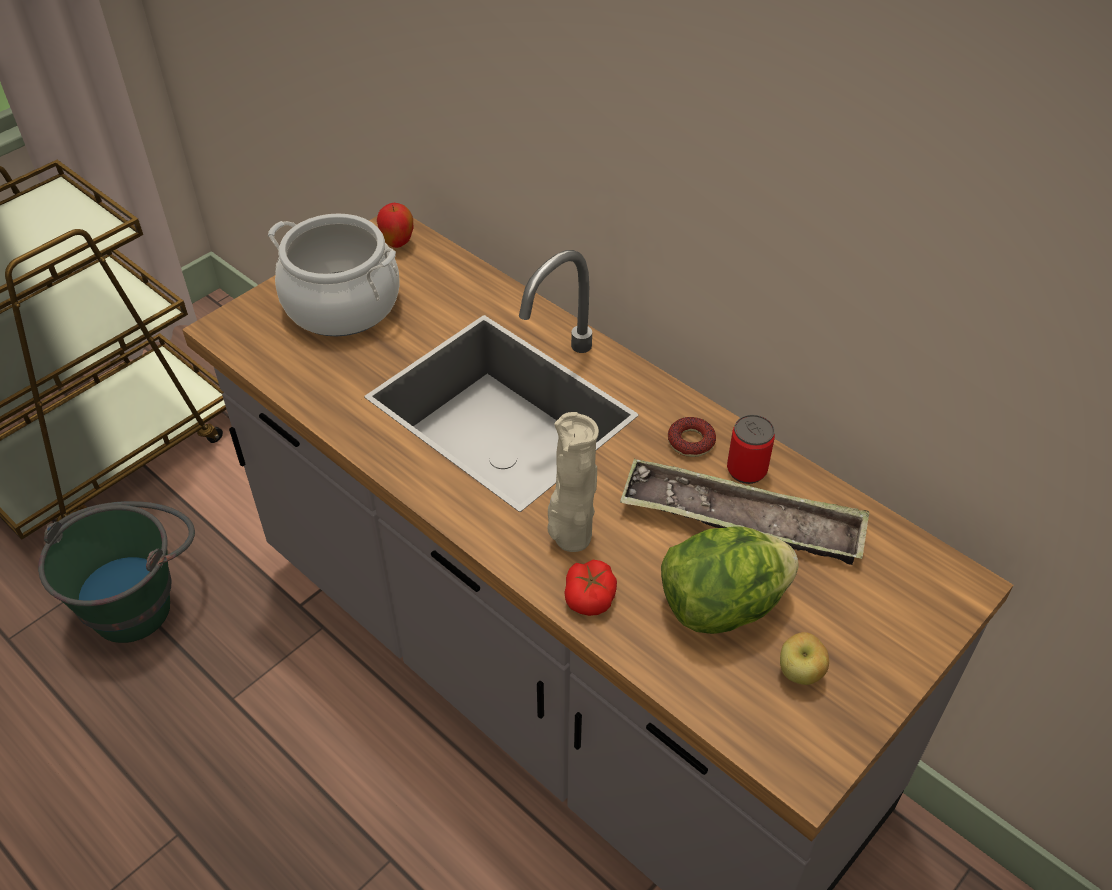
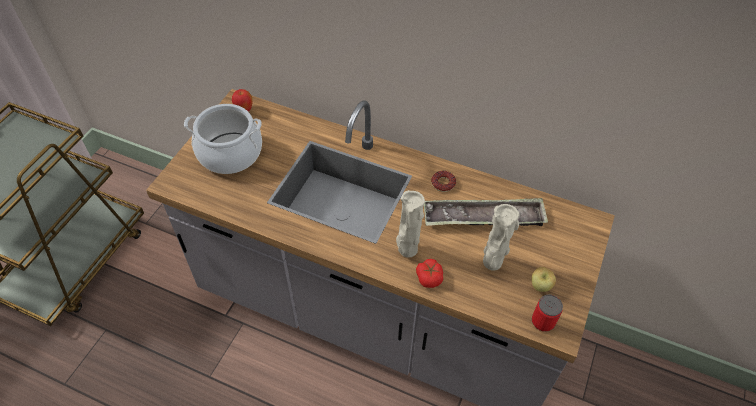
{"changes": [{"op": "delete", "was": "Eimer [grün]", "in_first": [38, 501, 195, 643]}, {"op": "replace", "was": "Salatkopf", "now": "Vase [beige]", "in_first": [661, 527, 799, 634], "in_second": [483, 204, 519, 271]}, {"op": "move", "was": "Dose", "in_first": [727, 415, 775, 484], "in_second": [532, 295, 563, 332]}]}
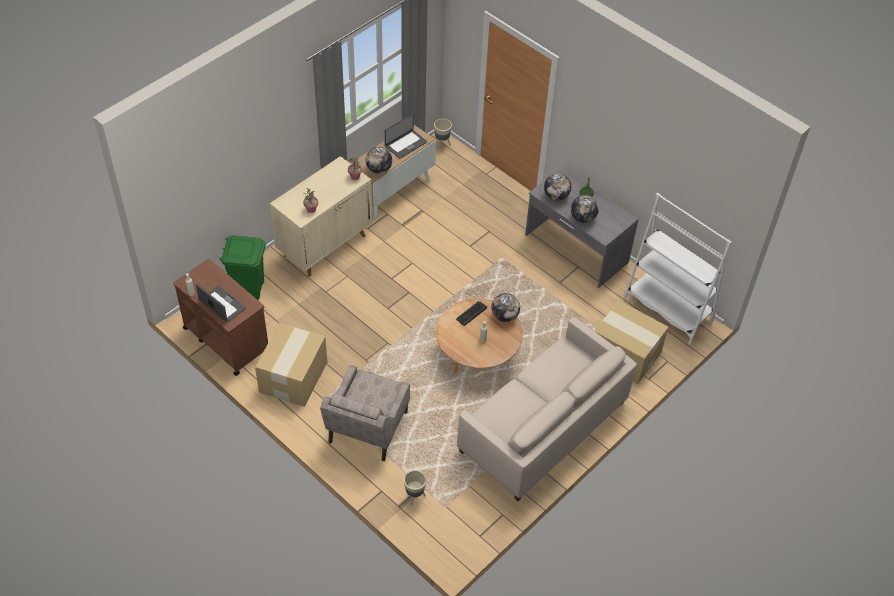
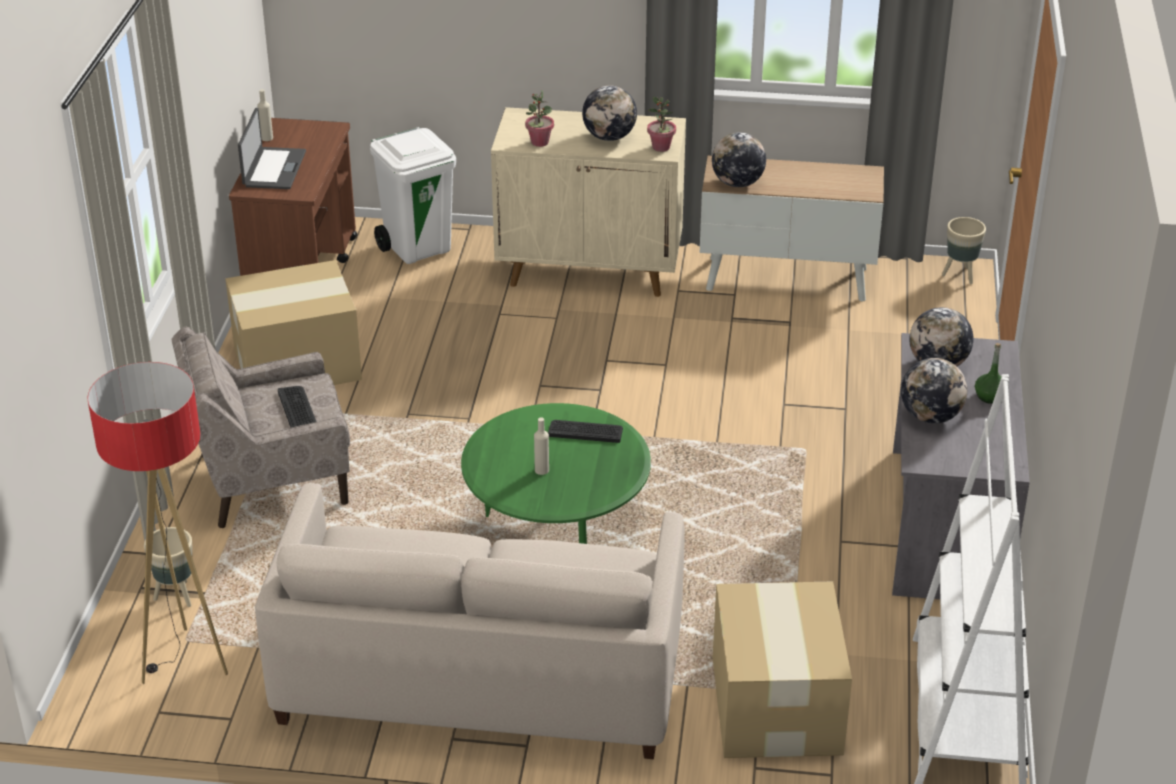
{"changes": [{"op": "recolor", "was": "Mülleimer [grün]", "now": "Mülleimer [weiß]", "in_first": [219, 235, 266, 300], "in_second": [370, 127, 456, 264]}, {"op": "delete", "was": "Laptop", "in_first": [385, 114, 427, 159]}, {"op": "recolor", "was": "Couchtisch [braun]", "now": "Couchtisch [grün]", "in_first": [436, 298, 523, 373], "in_second": [461, 403, 651, 544]}, {"op": "move", "was": "Globus", "in_first": [491, 293, 520, 322], "in_second": [582, 85, 637, 141]}, {"op": "insert", "now": "Stehlampe", "in_second": [87, 362, 228, 684]}, {"op": "insert", "now": "Tastatur", "in_second": [278, 386, 316, 428]}]}
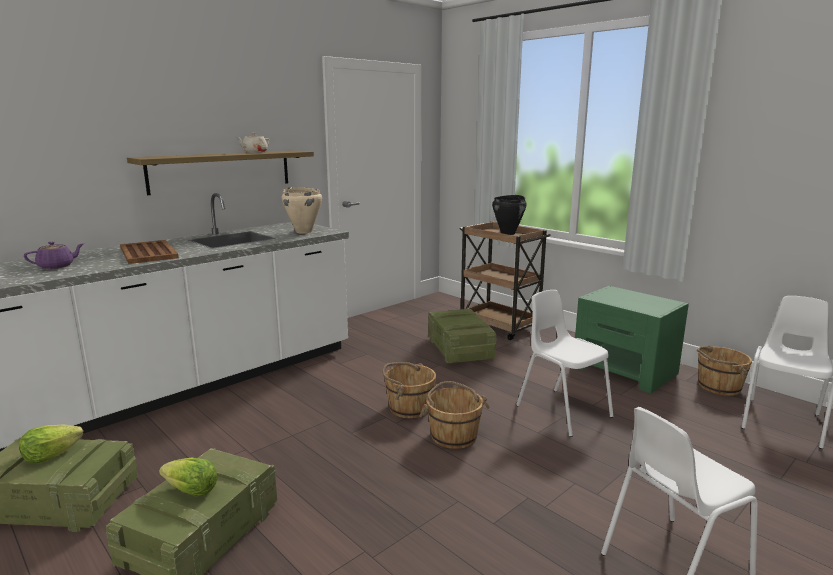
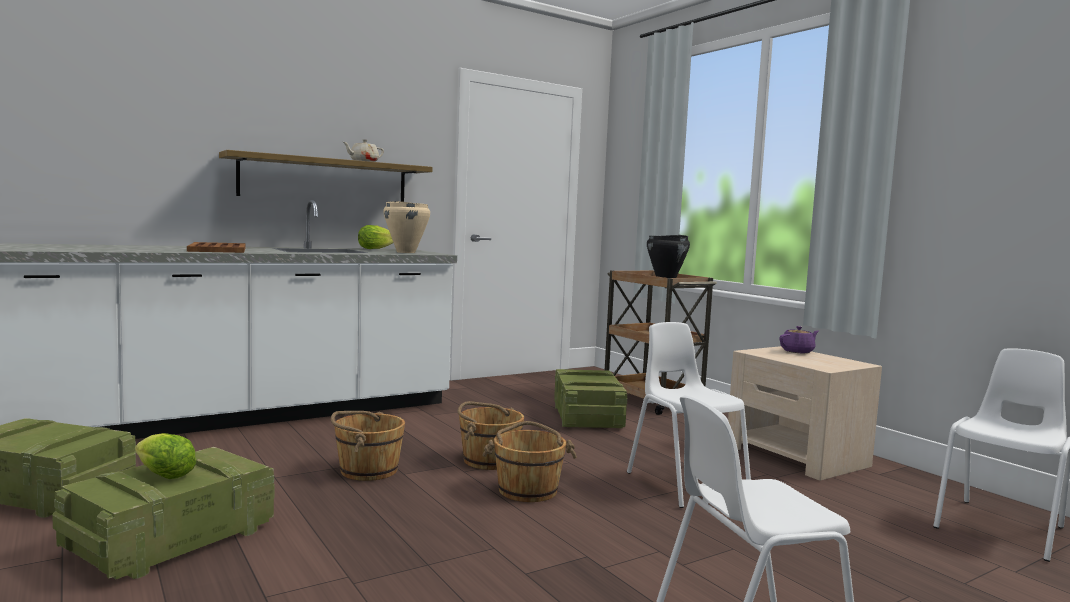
{"changes": [{"op": "move", "was": "Salatkopf", "in_first": [19, 424, 83, 463], "in_second": [358, 225, 393, 249]}, {"op": "move", "was": "Teekanne [lila]", "in_first": [24, 241, 84, 269], "in_second": [779, 326, 819, 353]}, {"op": "recolor", "was": "Nachttisch [grün]", "now": "Nachttisch [beige]", "in_first": [575, 286, 689, 393], "in_second": [728, 346, 882, 481]}, {"op": "move", "was": "Eimer [braun]", "in_first": [697, 345, 752, 396], "in_second": [331, 411, 405, 481]}]}
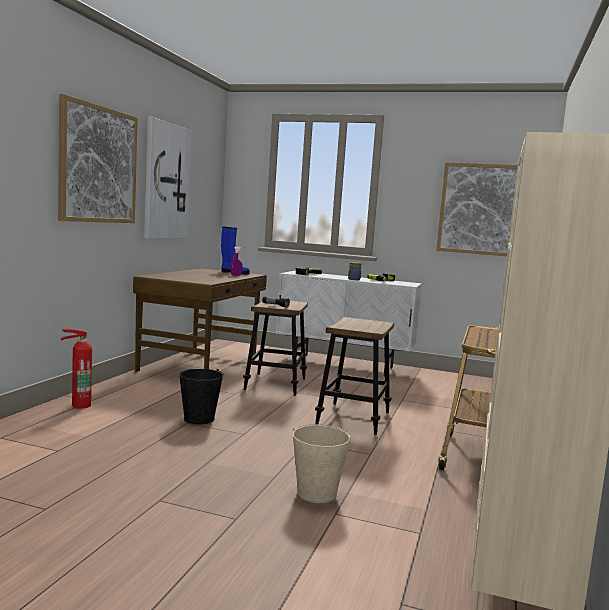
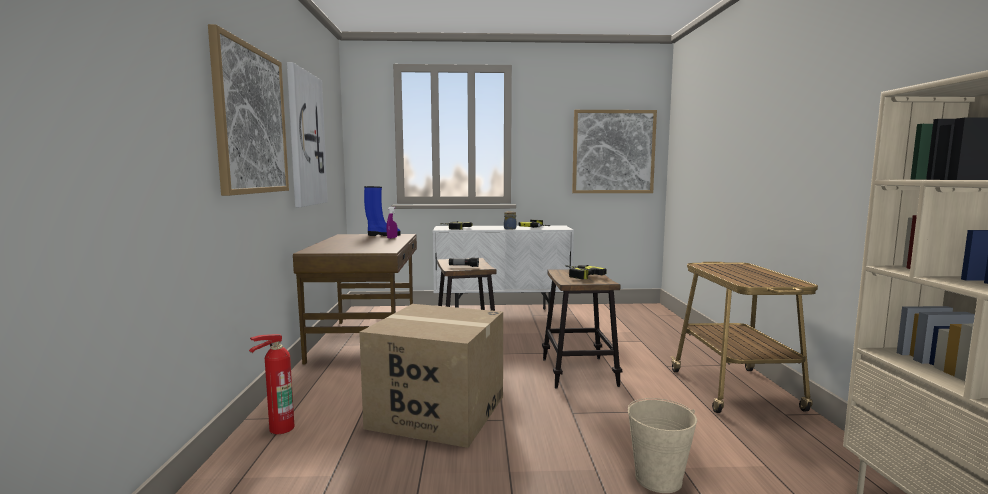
{"changes": [{"op": "replace", "was": "Eimer [schwarz]", "now": "Karton", "in_first": [179, 369, 224, 424], "in_second": [359, 304, 503, 448]}, {"op": "insert", "now": "Bohrmaschine", "in_second": [566, 265, 607, 280]}]}
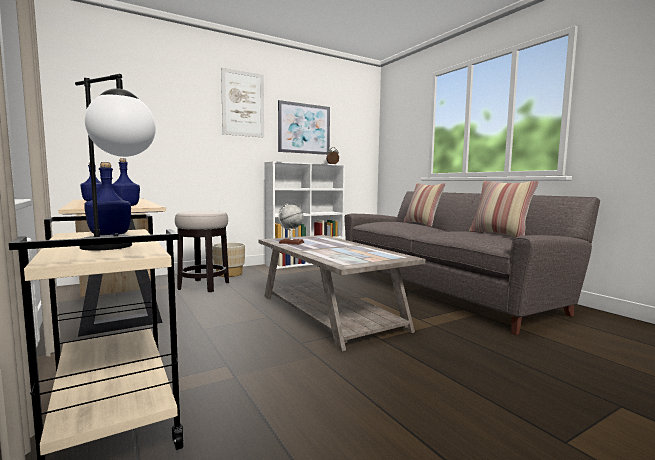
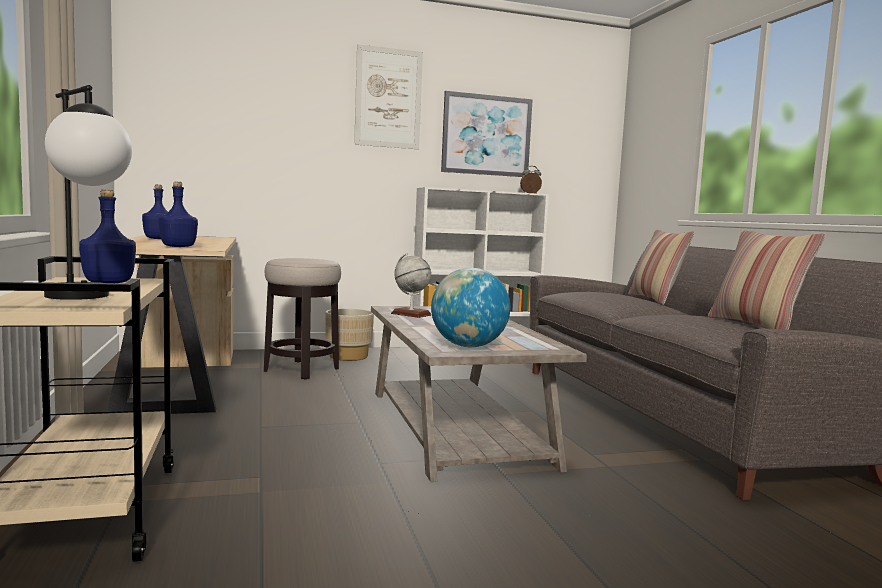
{"changes": [{"op": "insert", "now": "Globus", "in_second": [431, 268, 510, 347]}]}
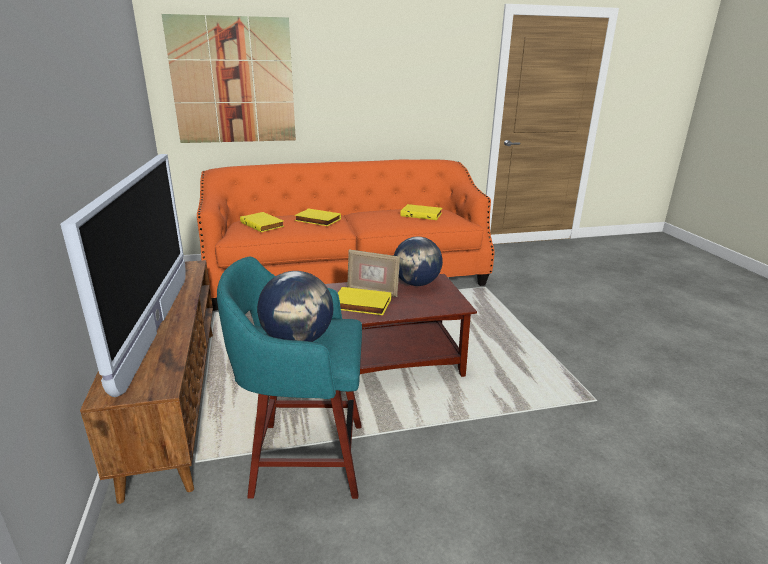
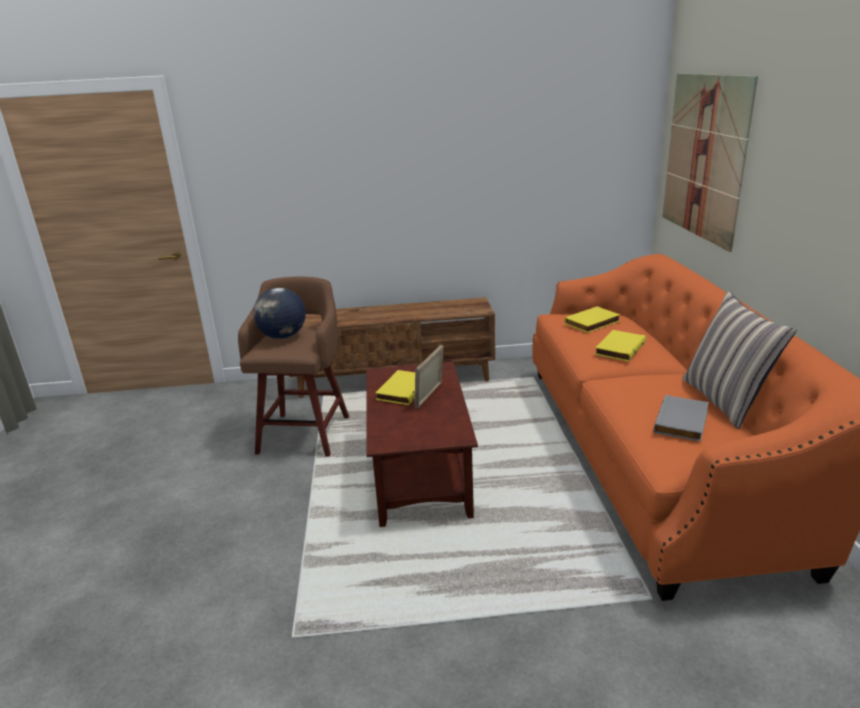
{"changes": [{"op": "delete", "was": "Fernseher", "in_first": [60, 154, 186, 397]}, {"op": "recolor", "was": "Hocker [türkis]", "now": "Hocker [braun]", "in_first": [217, 256, 362, 499], "in_second": [238, 277, 349, 457]}, {"op": "delete", "was": "Globus", "in_first": [394, 237, 443, 286]}, {"op": "recolor", "was": "Buch [gelb]", "now": "Buch [grau]", "in_first": [400, 204, 442, 220], "in_second": [654, 395, 709, 442]}, {"op": "insert", "now": "Kissen", "in_second": [682, 291, 796, 429]}]}
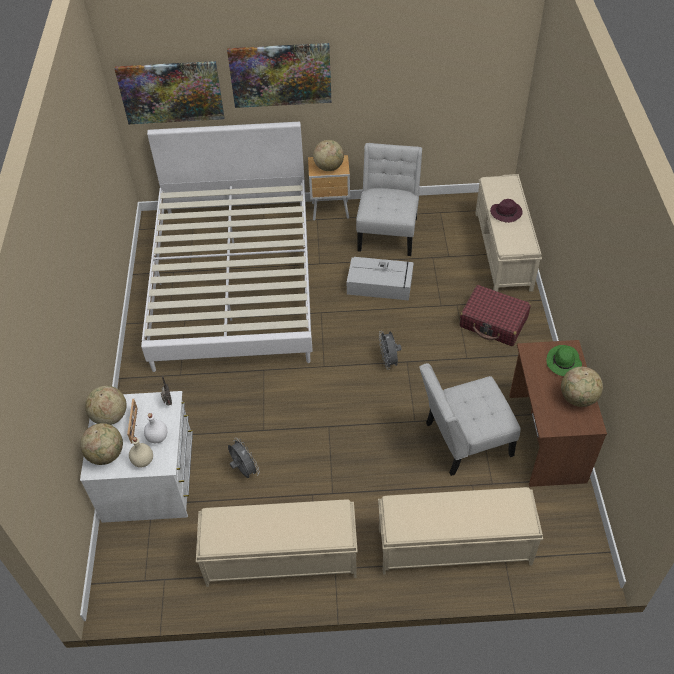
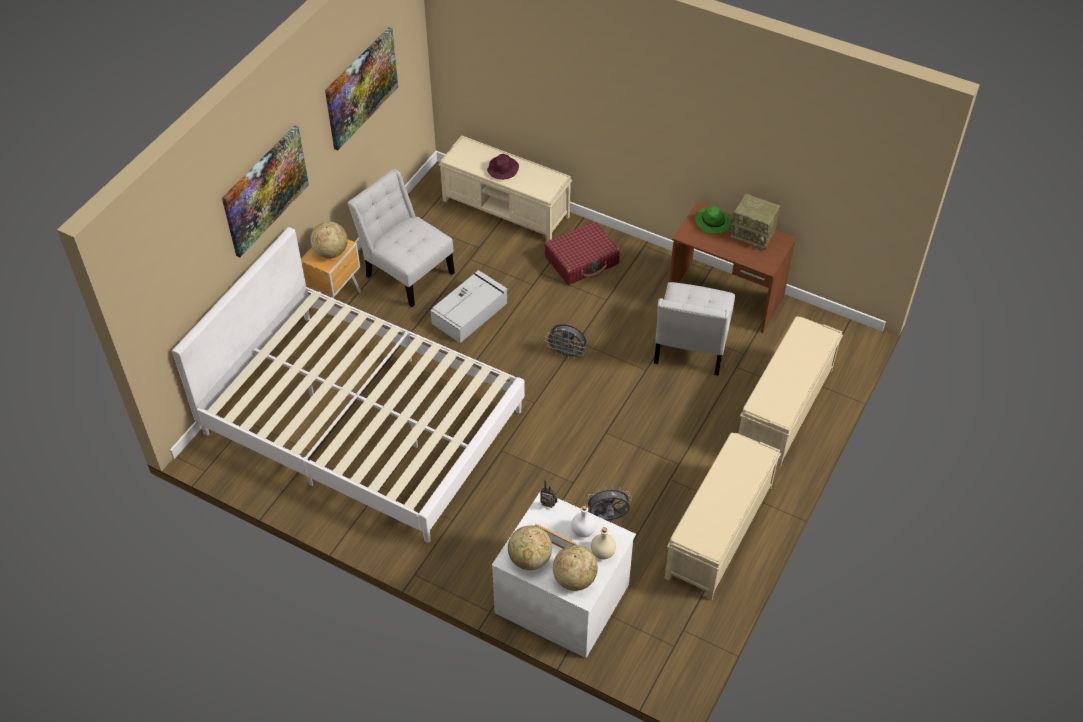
{"changes": [{"op": "move", "was": "Bild", "in_first": [114, 61, 224, 124], "in_second": [325, 27, 398, 150]}, {"op": "replace", "was": "Globus", "now": "Radio", "in_first": [561, 367, 603, 407], "in_second": [730, 194, 780, 250]}]}
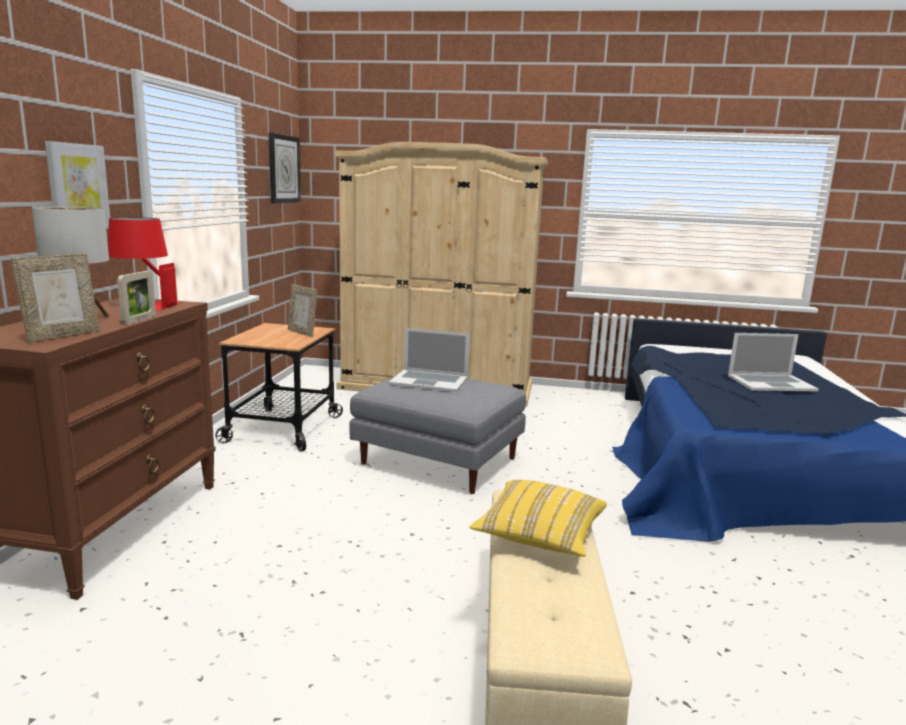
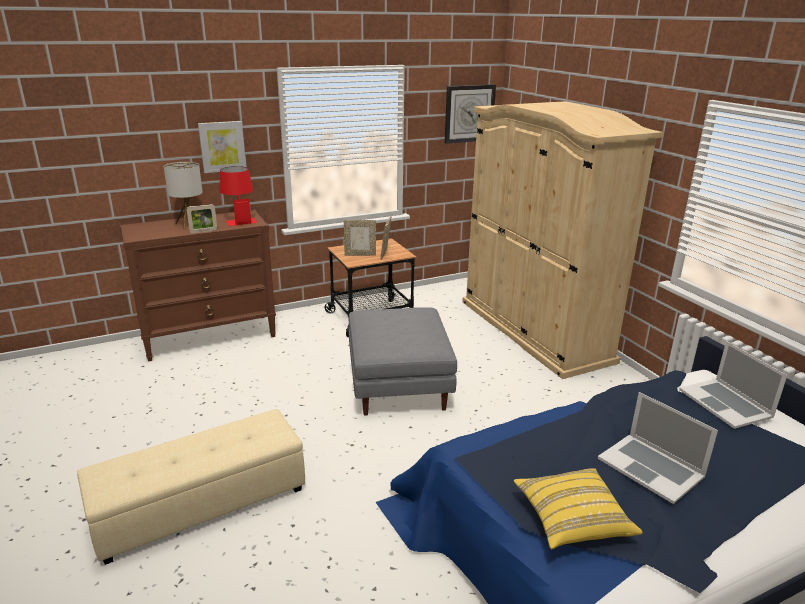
{"changes": [{"op": "move", "was": "Bilderrahmen", "in_first": [11, 254, 100, 342], "in_second": [344, 220, 376, 256]}, {"op": "move", "was": "Laptop", "in_first": [389, 328, 470, 392], "in_second": [679, 341, 787, 429]}, {"op": "move", "was": "Kissen [gelb]", "in_first": [470, 480, 607, 557], "in_second": [514, 468, 643, 549]}]}
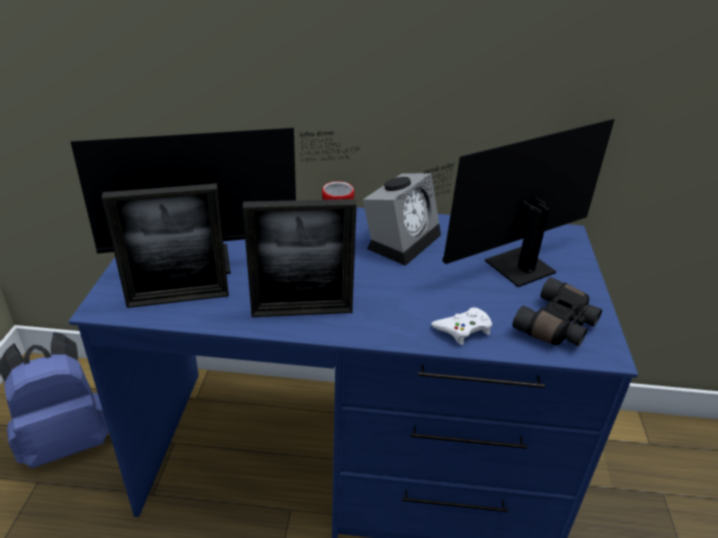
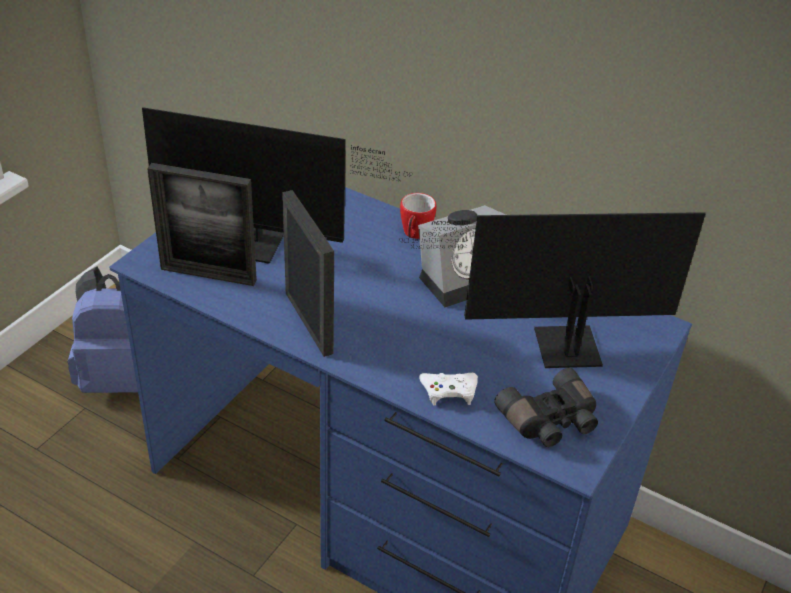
{"changes": [{"op": "rotate", "was": "Bilderrahmen", "in_first": [243, 199, 357, 317], "in_second": [282, 190, 334, 357], "clockwise": -135}]}
